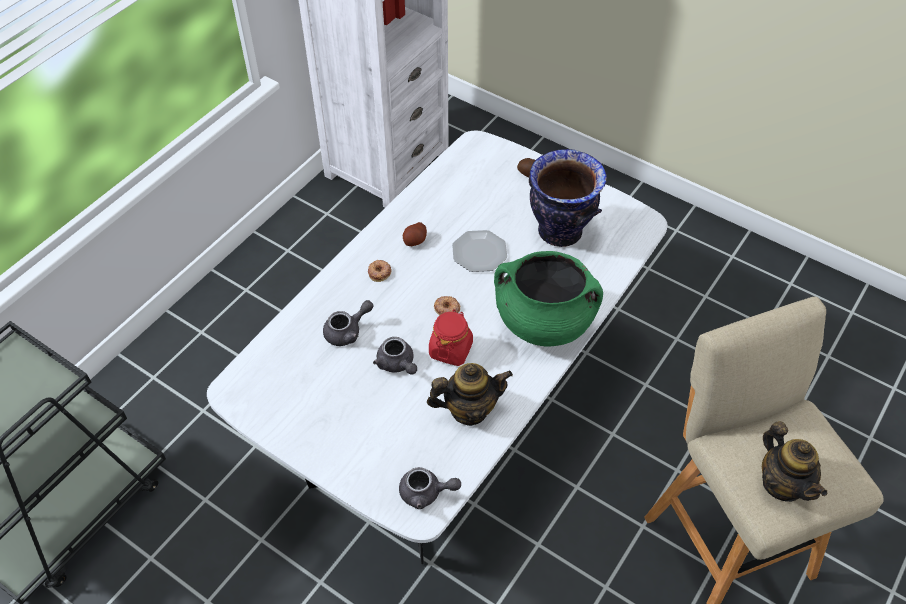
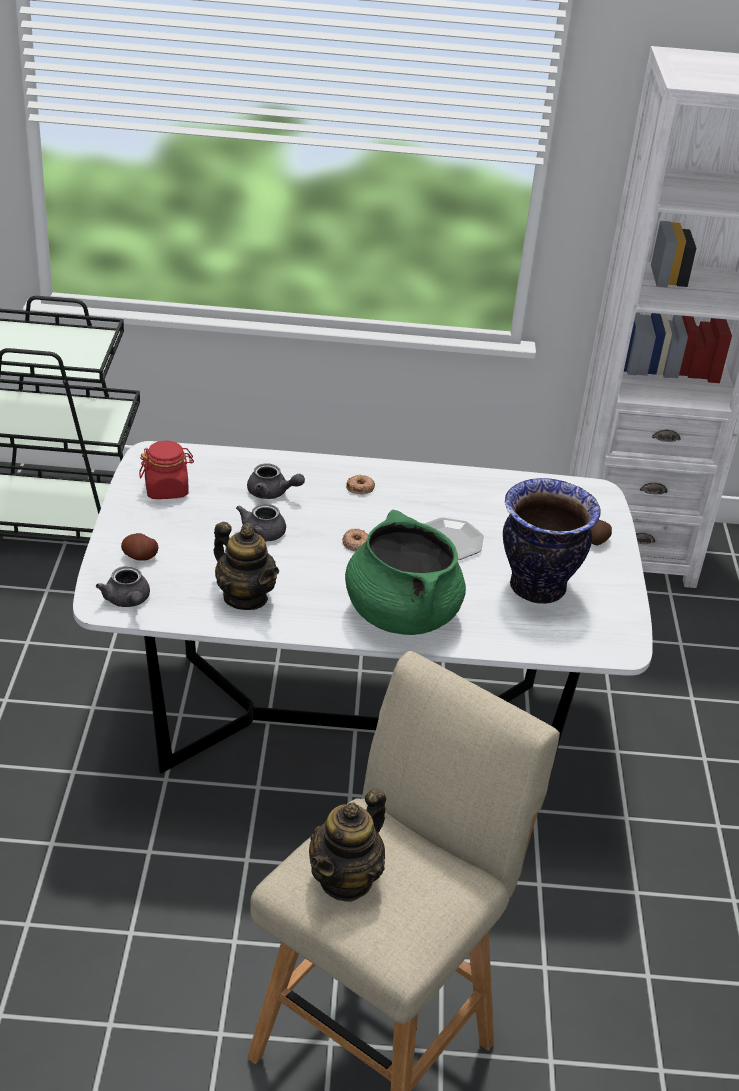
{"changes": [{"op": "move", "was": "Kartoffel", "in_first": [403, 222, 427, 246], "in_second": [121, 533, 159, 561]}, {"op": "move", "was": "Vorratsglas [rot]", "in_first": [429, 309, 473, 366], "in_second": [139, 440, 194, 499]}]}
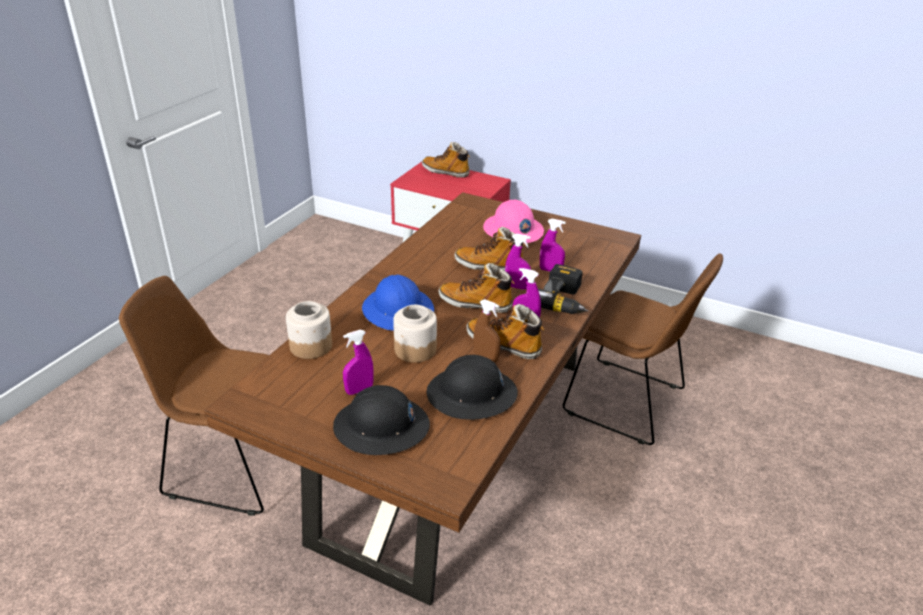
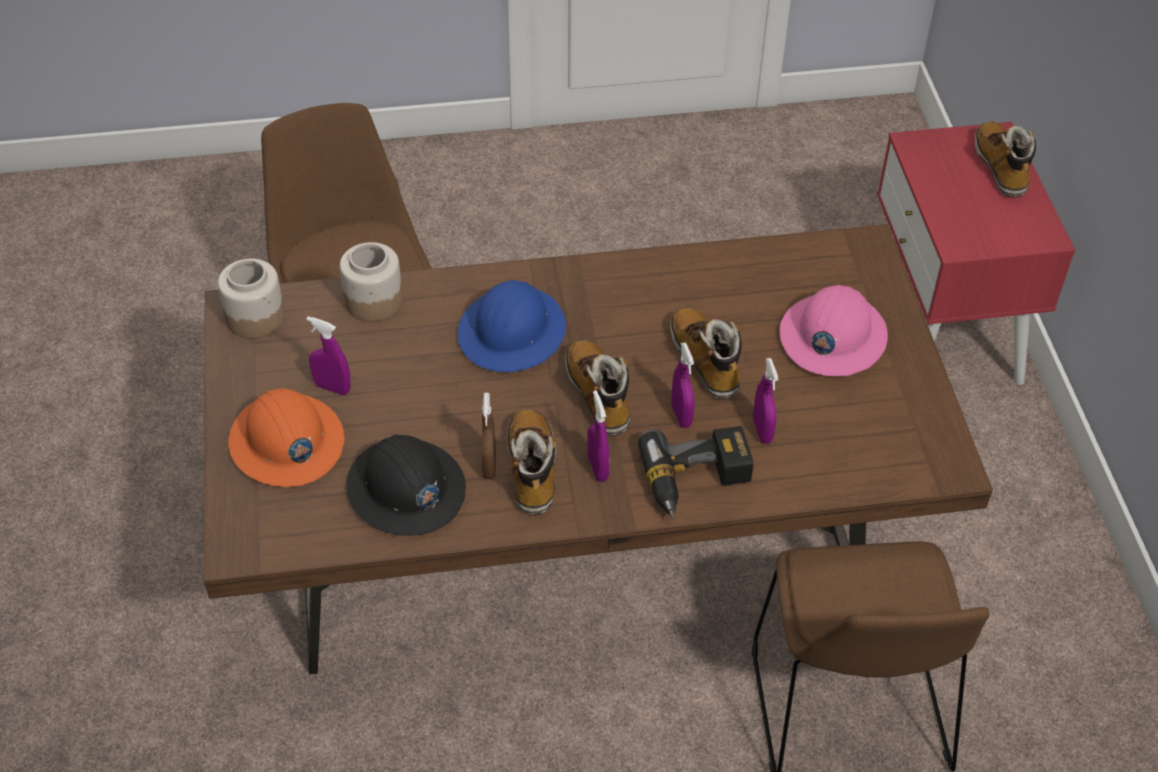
{"changes": [{"op": "recolor", "was": "Schutzhelm [schwarz]", "now": "Schutzhelm [orange]", "in_first": [333, 385, 430, 455], "in_second": [228, 388, 345, 487]}, {"op": "move", "was": "Vorratsglas", "in_first": [393, 305, 437, 363], "in_second": [218, 259, 285, 339]}]}
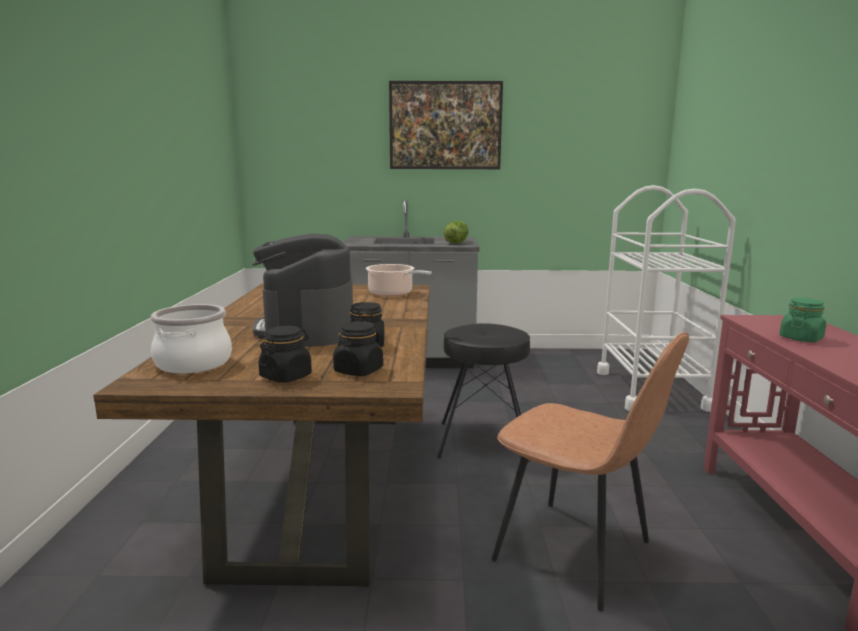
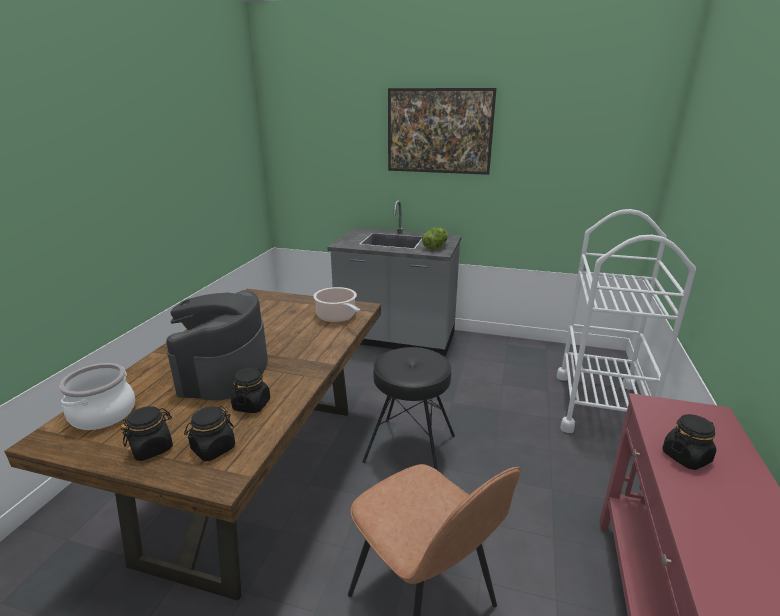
{"changes": [{"op": "recolor", "was": "Vorratsglas [grün]", "now": "Vorratsglas [schwarz]", "in_first": [779, 298, 826, 342], "in_second": [662, 414, 716, 470]}]}
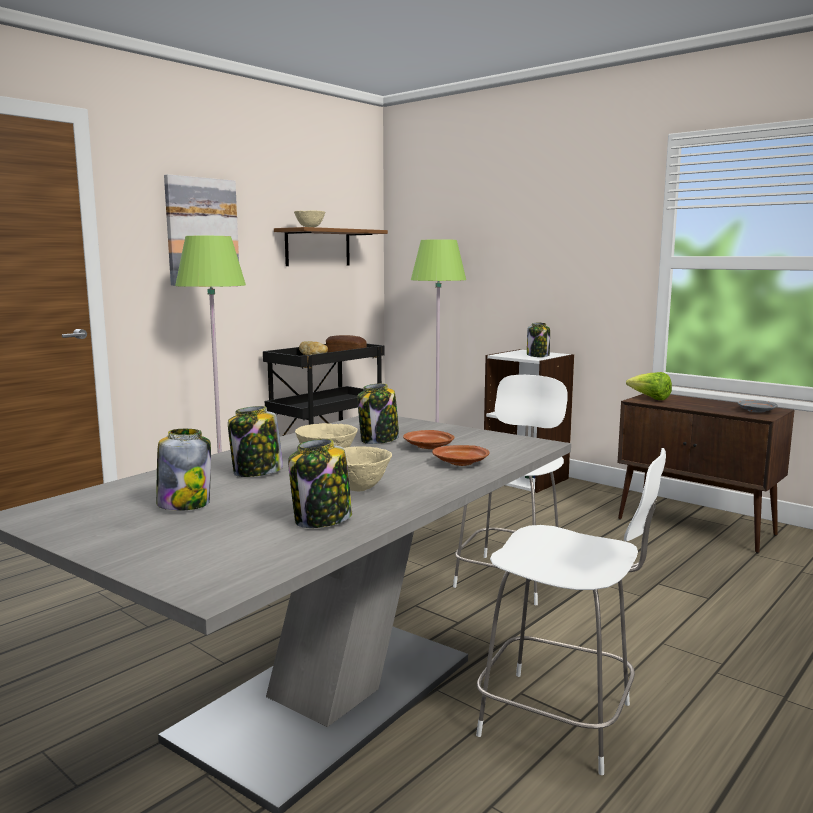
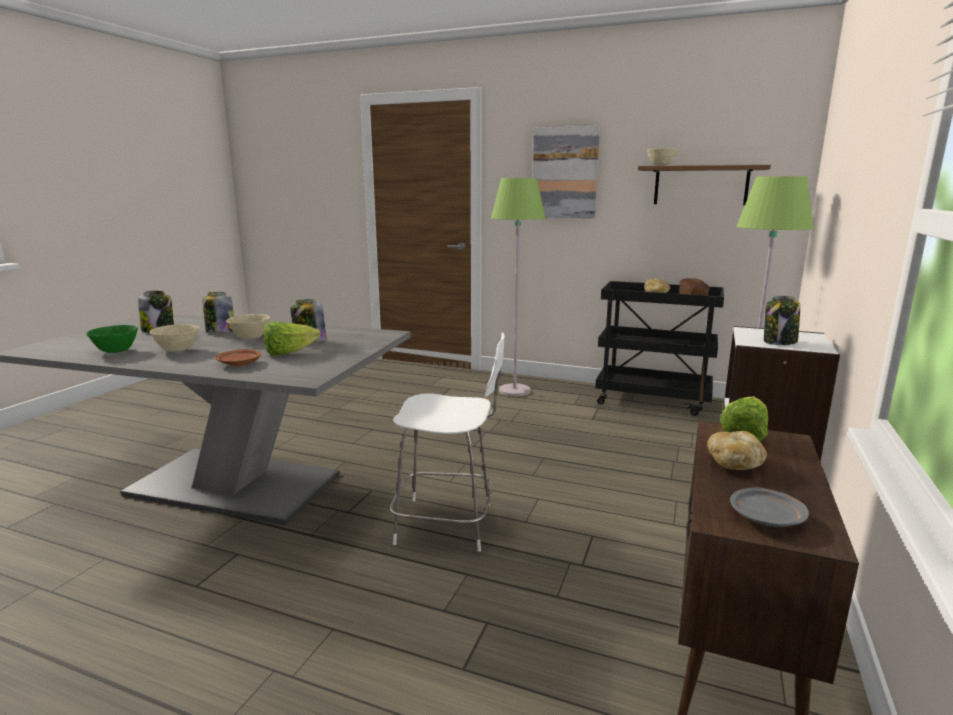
{"changes": [{"op": "replace", "was": "Vorratsglas", "now": "Schüssel [grün]", "in_first": [288, 439, 352, 528], "in_second": [86, 325, 138, 353]}, {"op": "replace", "was": "Teller [braun]", "now": "Salatkopf", "in_first": [403, 430, 454, 449], "in_second": [263, 322, 321, 356]}, {"op": "delete", "was": "Stuhl [weiß]", "in_first": [476, 448, 666, 775]}, {"op": "insert", "now": "Brot", "in_second": [707, 431, 767, 470]}]}
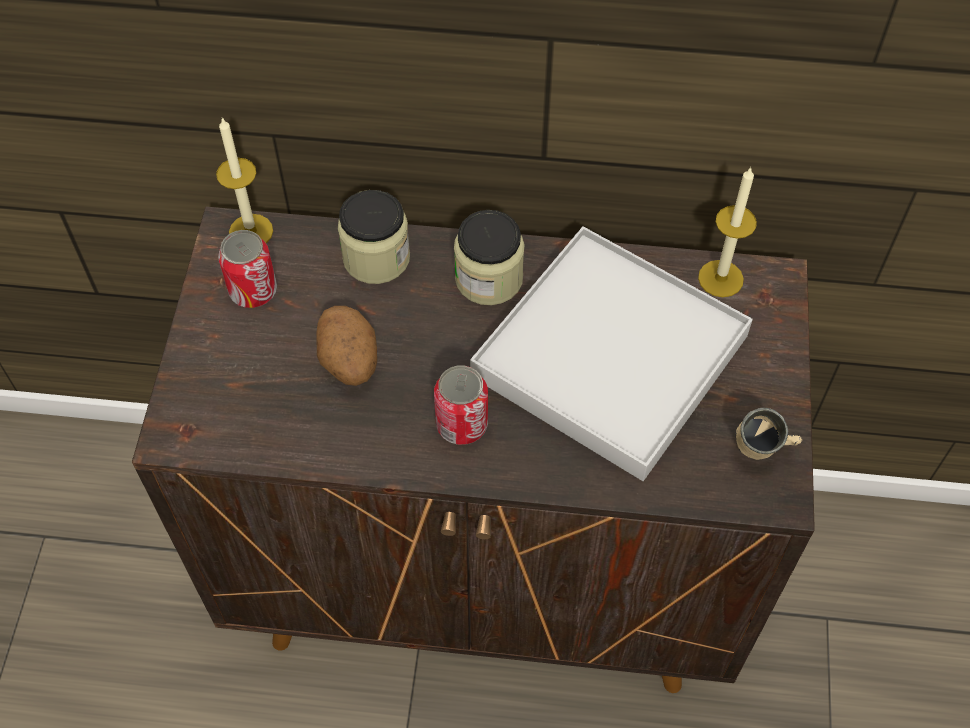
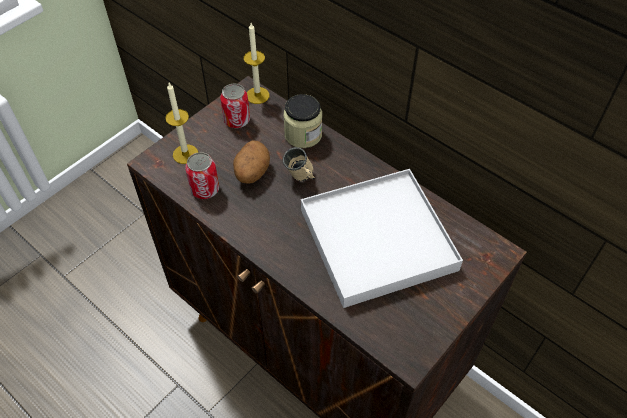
{"changes": [{"op": "move", "was": "Dose", "in_first": [434, 365, 488, 445], "in_second": [185, 152, 219, 199]}, {"op": "delete", "was": "Vorratsglas", "in_first": [454, 210, 525, 305]}, {"op": "move", "was": "Kerze", "in_first": [698, 167, 757, 297], "in_second": [165, 83, 198, 164]}, {"op": "move", "was": "Henkelbecher [beige]", "in_first": [736, 408, 802, 460], "in_second": [283, 147, 315, 181]}]}
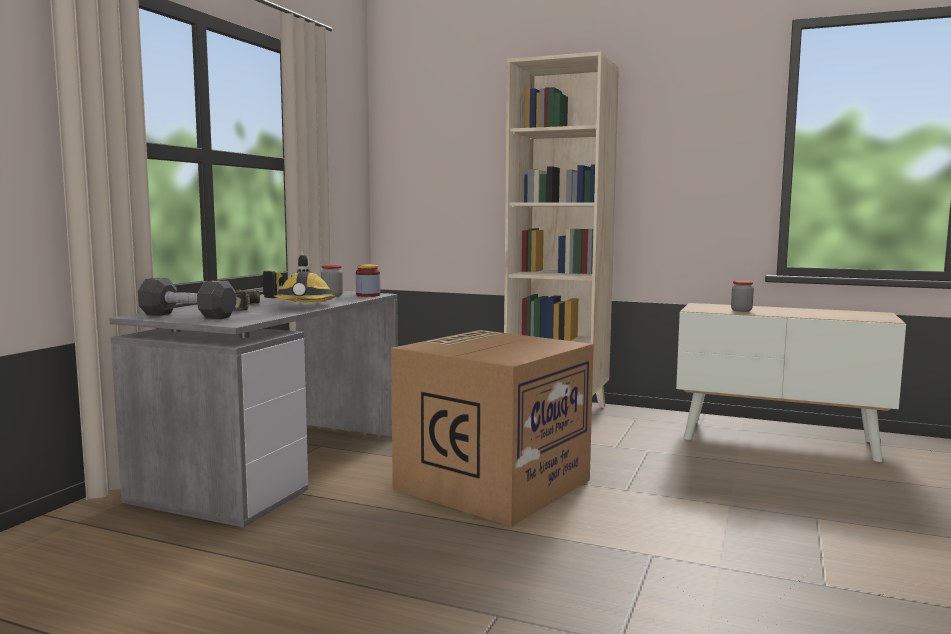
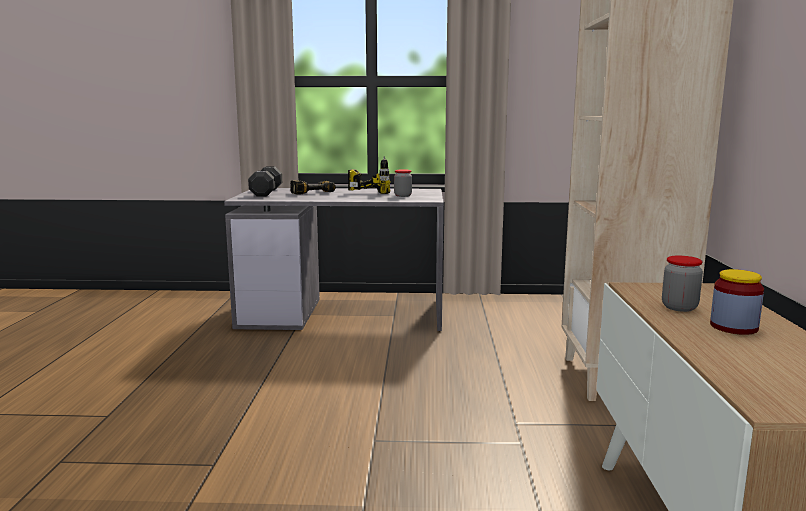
{"changes": [{"op": "delete", "was": "Schutzhelm", "in_first": [274, 271, 336, 302]}, {"op": "move", "was": "Vorratsglas", "in_first": [356, 264, 380, 297], "in_second": [710, 269, 764, 335]}, {"op": "delete", "was": "Karton", "in_first": [391, 330, 594, 527]}]}
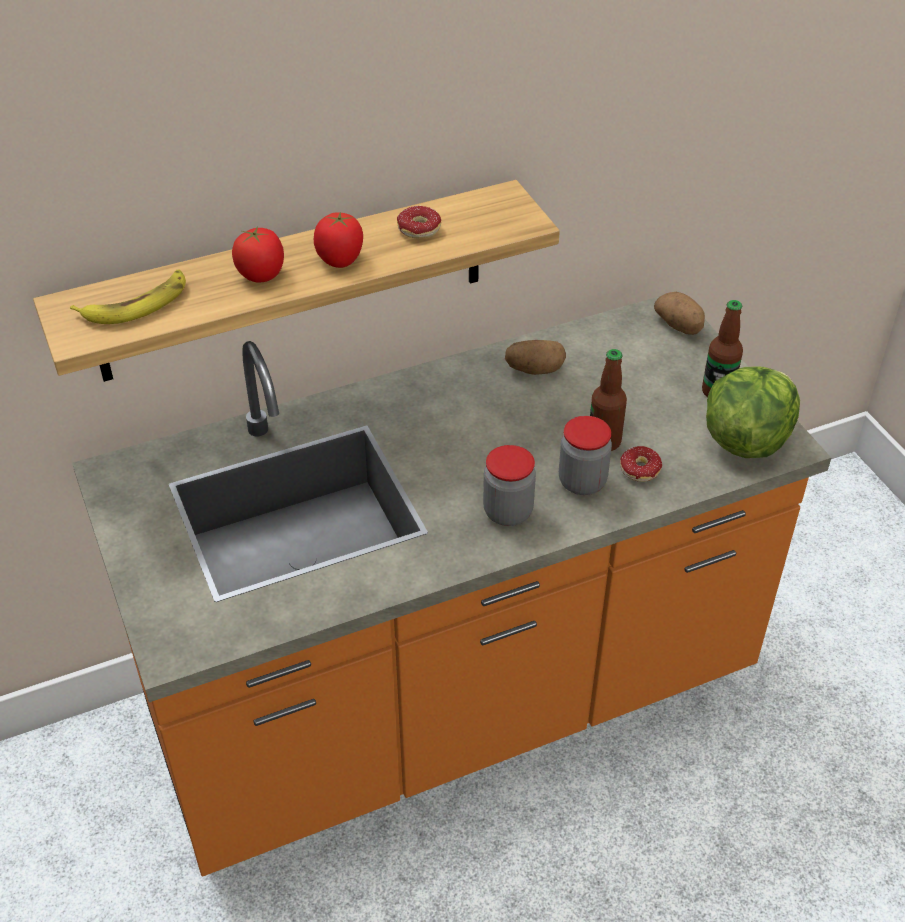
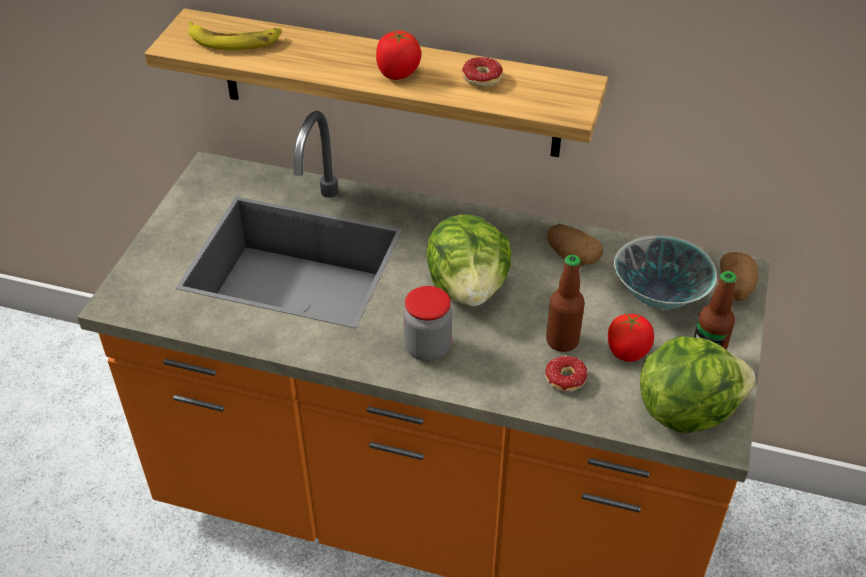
{"changes": [{"op": "move", "was": "Tomate", "in_first": [232, 226, 284, 283], "in_second": [608, 312, 654, 362]}, {"op": "delete", "was": "Vorratsglas", "in_first": [559, 416, 612, 495]}, {"op": "insert", "now": "Salatkopf", "in_second": [427, 215, 512, 306]}, {"op": "insert", "now": "Schüssel", "in_second": [614, 235, 717, 311]}]}
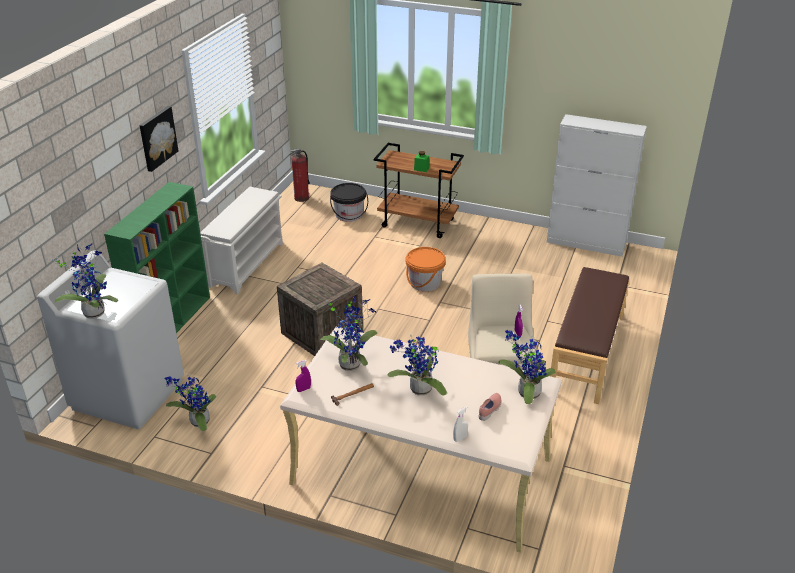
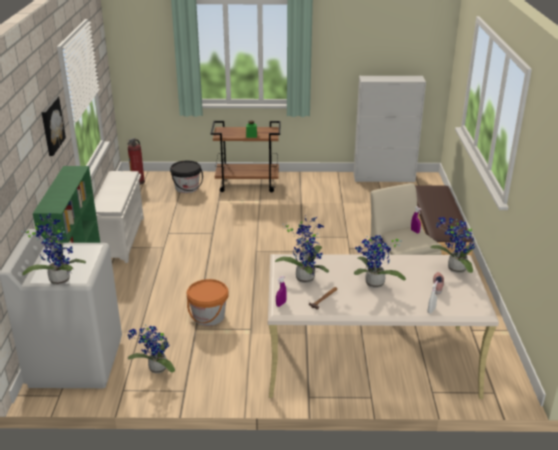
{"changes": [{"op": "delete", "was": "Kiste", "in_first": [277, 263, 363, 356]}, {"op": "move", "was": "Eimer [orange]", "in_first": [406, 247, 446, 291], "in_second": [187, 279, 229, 326]}]}
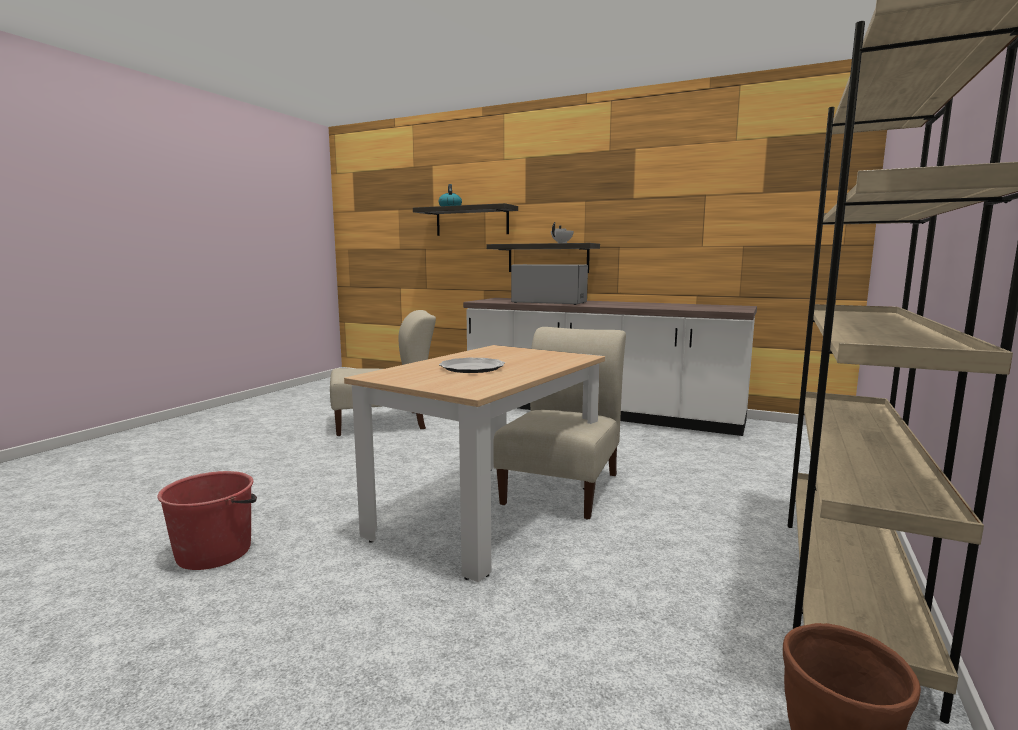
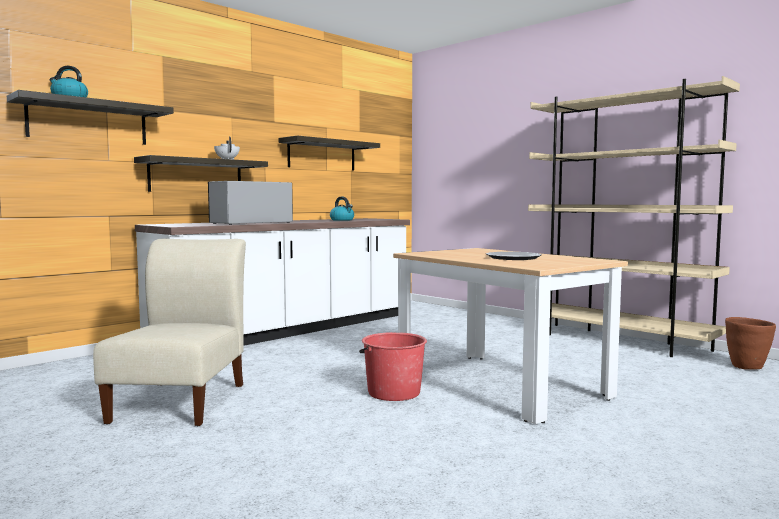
{"changes": [{"op": "move", "was": "Eimer [rot]", "in_first": [157, 471, 257, 570], "in_second": [359, 332, 427, 401]}, {"op": "delete", "was": "Stuhl [beige]", "in_first": [493, 327, 626, 519]}, {"op": "insert", "now": "Wandregal", "in_second": [278, 135, 380, 170]}, {"op": "insert", "now": "Wasserkessel", "in_second": [330, 197, 354, 221]}]}
